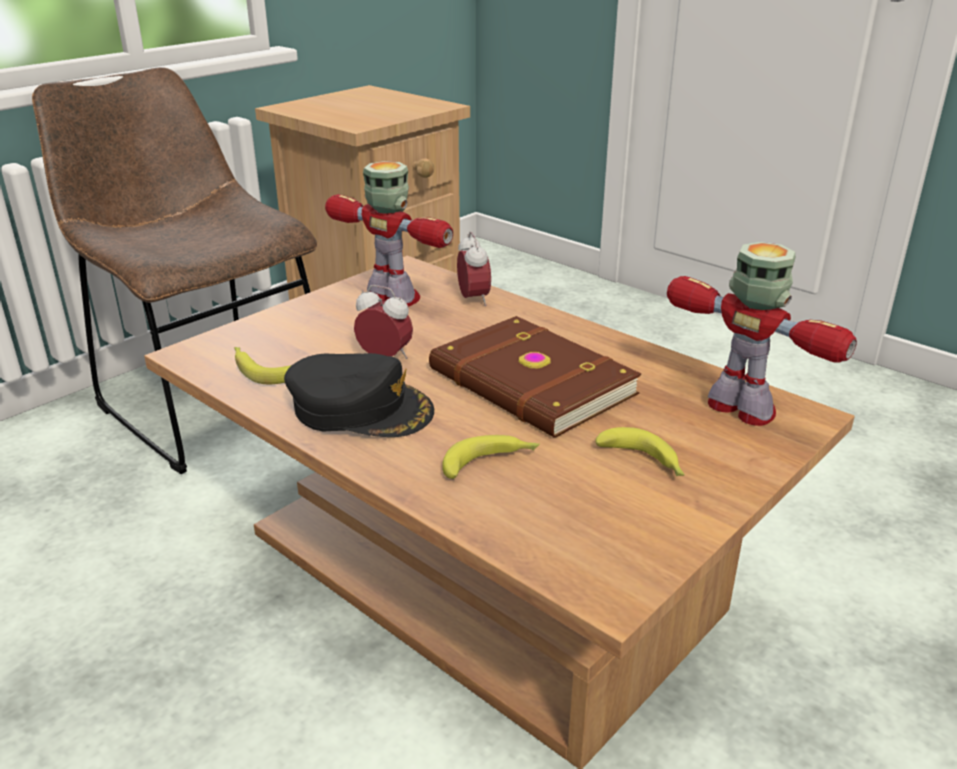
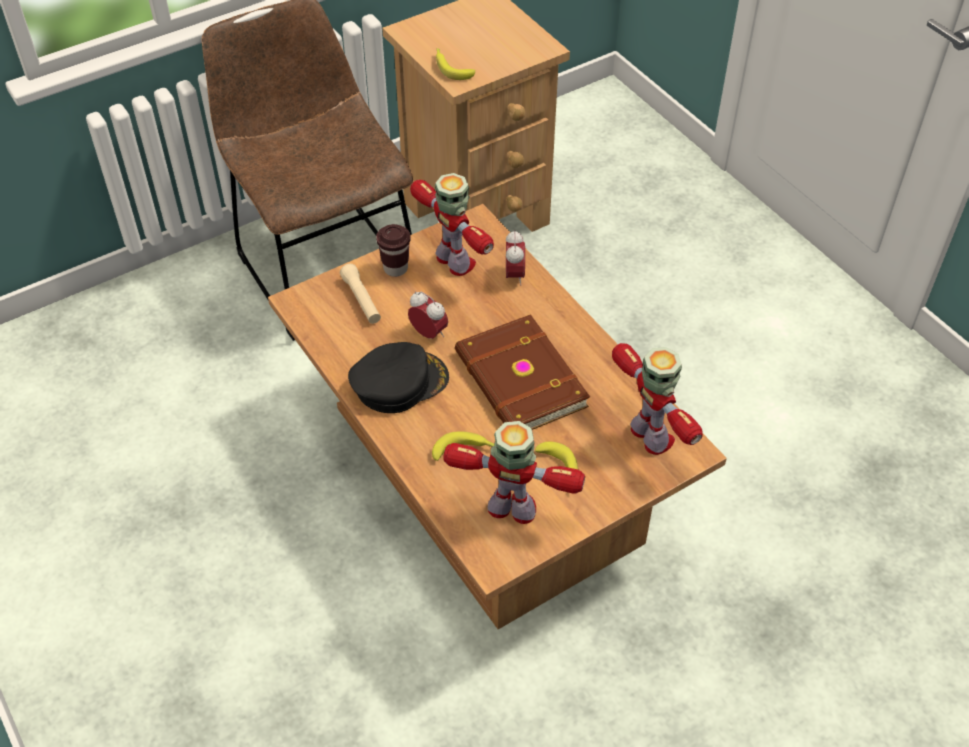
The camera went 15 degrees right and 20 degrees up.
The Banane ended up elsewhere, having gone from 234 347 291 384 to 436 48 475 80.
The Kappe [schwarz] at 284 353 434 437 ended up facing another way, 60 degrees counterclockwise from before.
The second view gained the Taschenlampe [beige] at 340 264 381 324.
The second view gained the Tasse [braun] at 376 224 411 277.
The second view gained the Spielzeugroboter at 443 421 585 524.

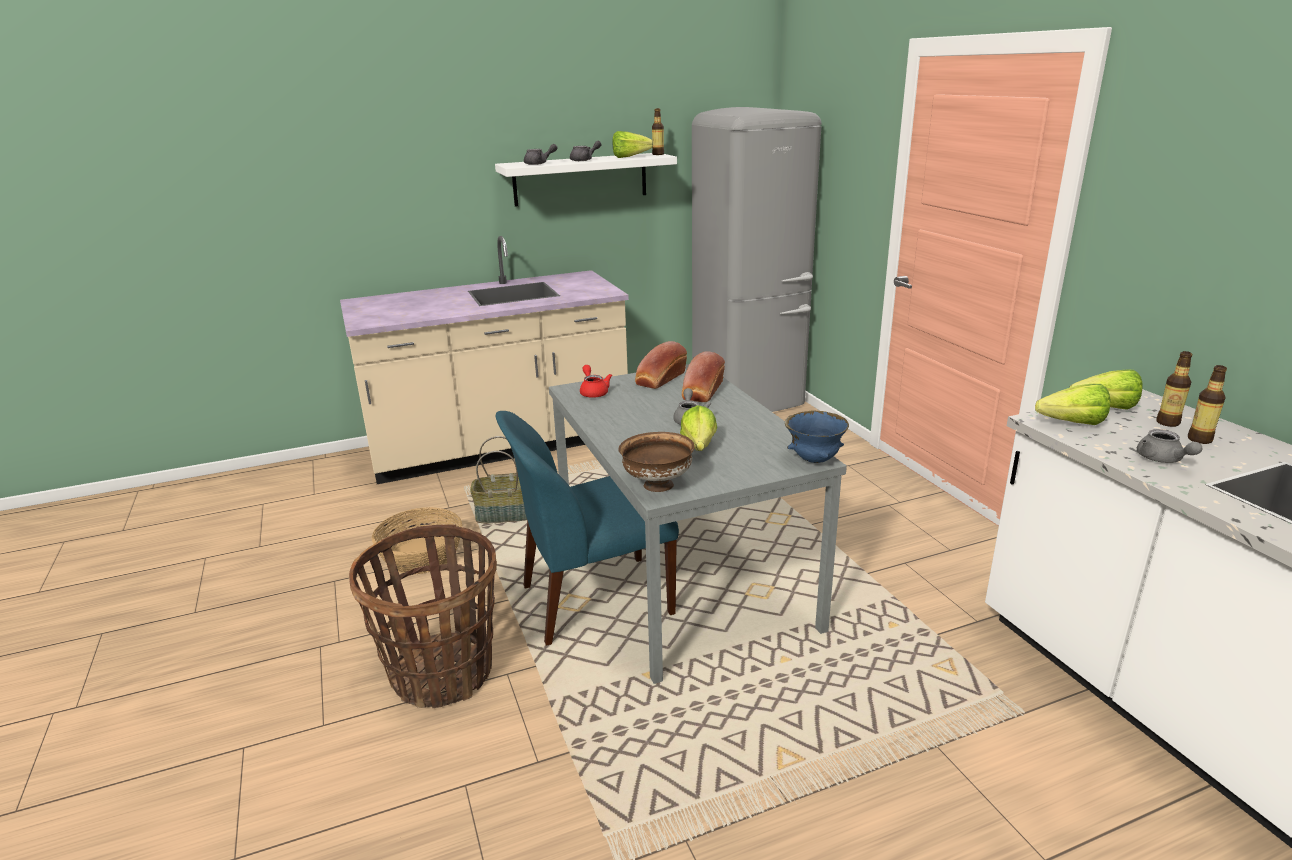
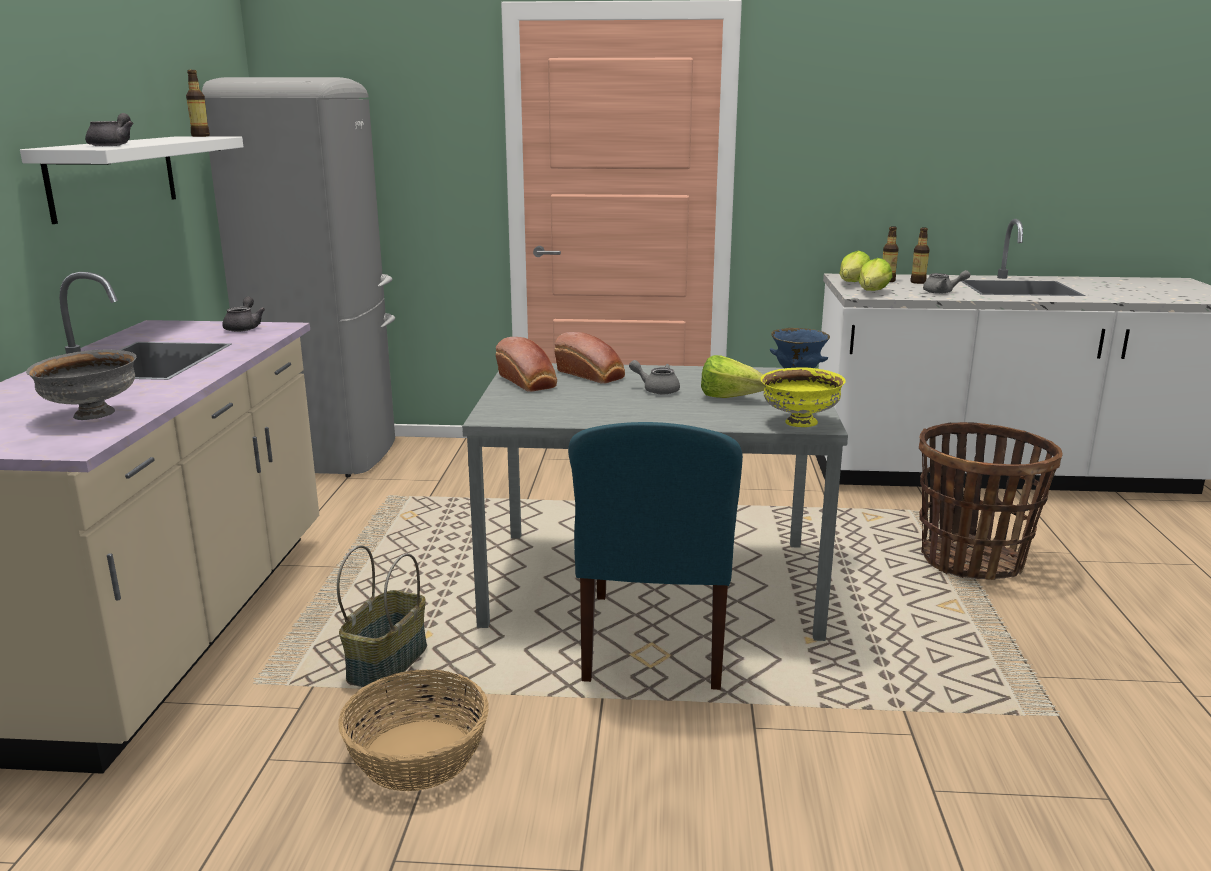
The camera went 65 degrees left and 5 degrees down.
The Korb ended up elsewhere, having gone from 349 524 497 708 to 919 422 1063 580.
The Teekanne [grau] ended up elsewhere, having gone from 570 141 602 161 to 222 297 265 332.
The second view lost the Teekanne [rot] at 580 365 612 398.
The second view lost the Salatkopf at 613 131 653 158.
What was the Schüssel [braun] at 618 432 694 492 turned into the Schüssel [gelb] at 761 368 846 427.
The second view gained the Schüssel [grau] at 26 350 137 420.

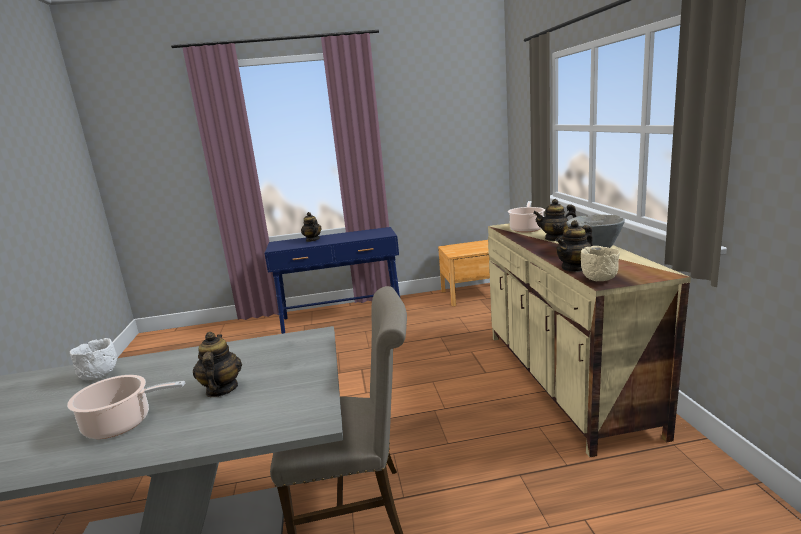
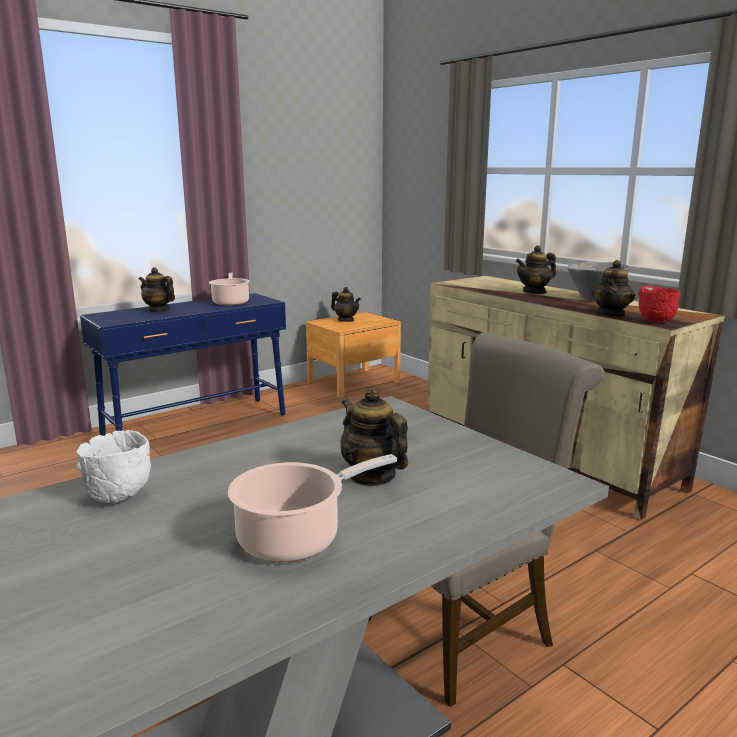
The camera went 30 degrees left and 0 degrees up.
The Kochtopf ended up elsewhere, having gone from 508 201 545 232 to 209 273 250 306.
What was the Schüssel [beige] at 581 246 620 281 turned into the Schüssel [rot] at 638 286 681 322.
The second view gained the Teekanne at 331 287 361 322.

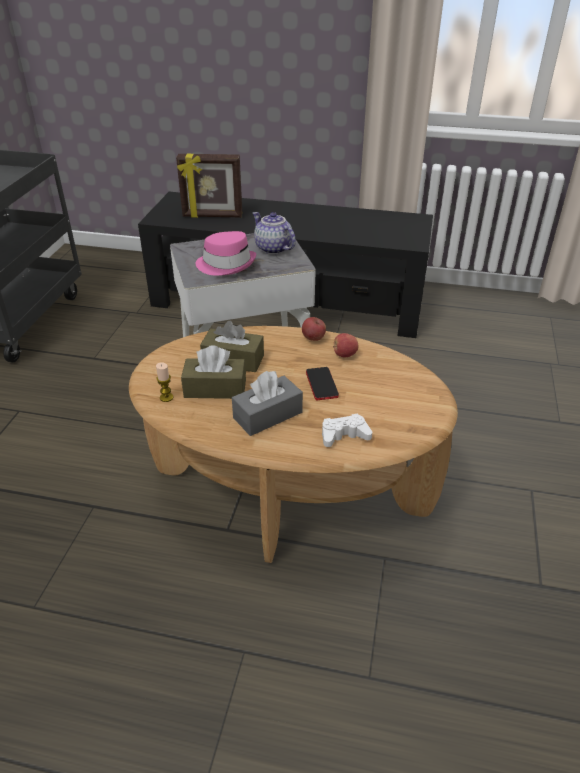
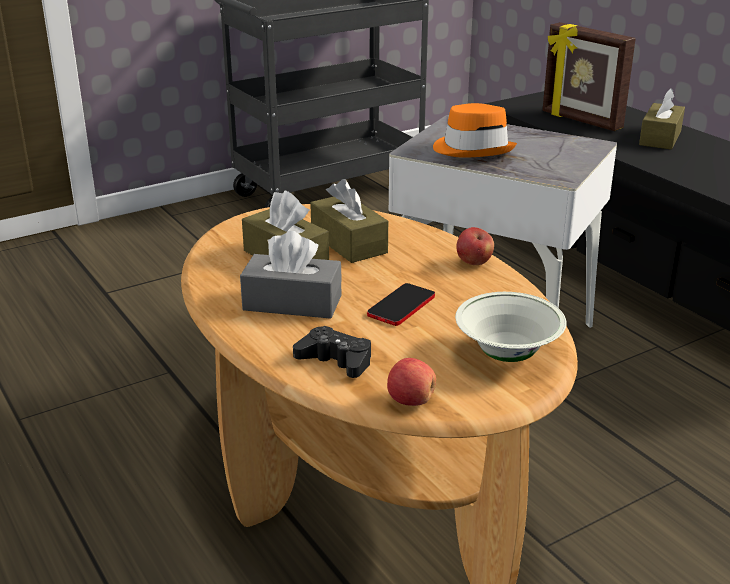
The camera went 45 degrees right and 10 degrees down.
The second view lost the Kerze at 156 362 173 402.
What was the Hut [rosa] at 195 231 256 276 turned into the Hut [orange] at 433 103 517 157.
The second view lost the Teekanne at 253 212 296 254.
What was the Gamepad [weiß] at 322 414 372 447 turned into the Gamepad [schwarz] at 293 326 371 378.
The Apfel ended up elsewhere, having gone from 333 333 359 357 to 387 358 436 406.
The second view gained the Schüssel [weiß] at 455 292 567 362.
The second view gained the Taschentuchbox [braun] at 639 88 685 150.

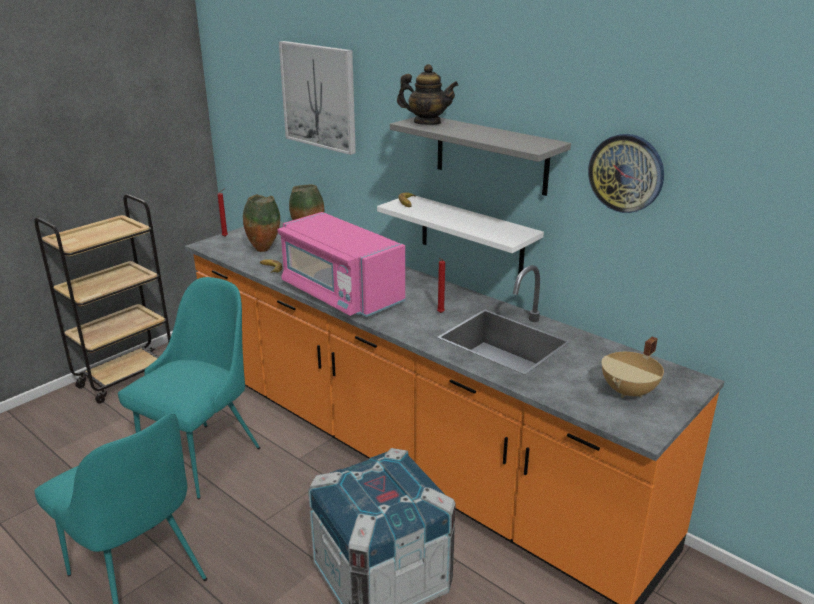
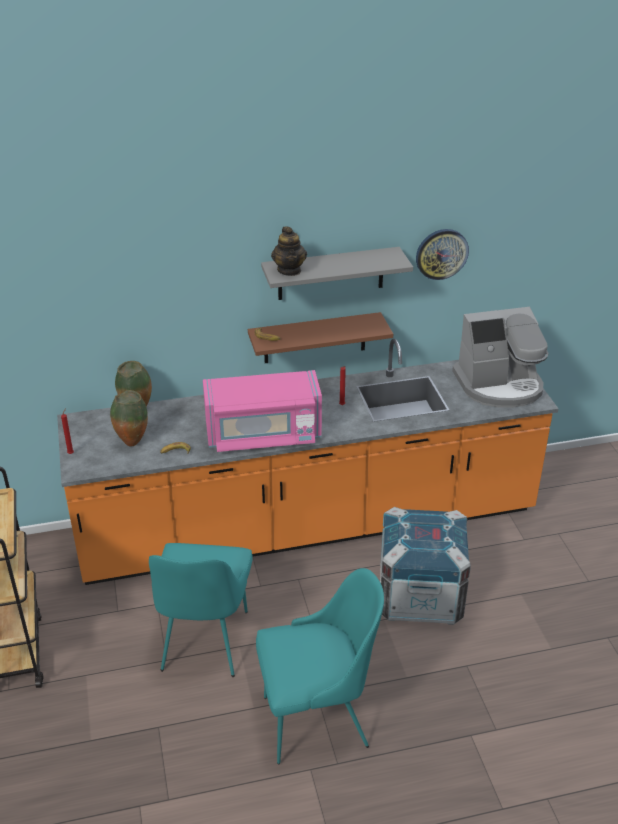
The camera went 55 degrees left and 10 degrees up.
The Stuhl [türkis] at 118 277 260 499 ended up facing another way, 150 degrees counterclockwise from before.
The second view lost the Bild at 279 41 356 155.
What was the Wandregal [weiß] at 377 196 544 275 turned into the Wandregal [braun] at 248 312 393 363.
The Teekanne at 397 64 458 125 ended up facing another way, 120 degrees clockwise from before.
Where the Kochtopf [beige] stood at 601 337 664 398, the Kaffeemaschine came to stand at 452 307 549 408.

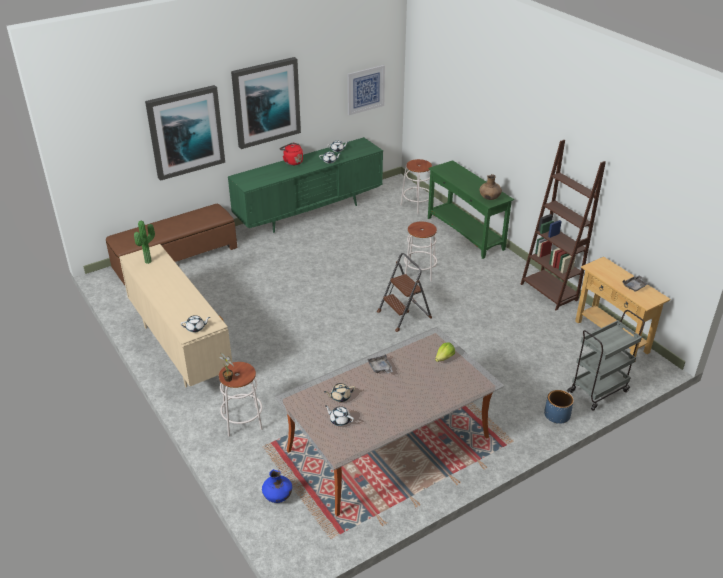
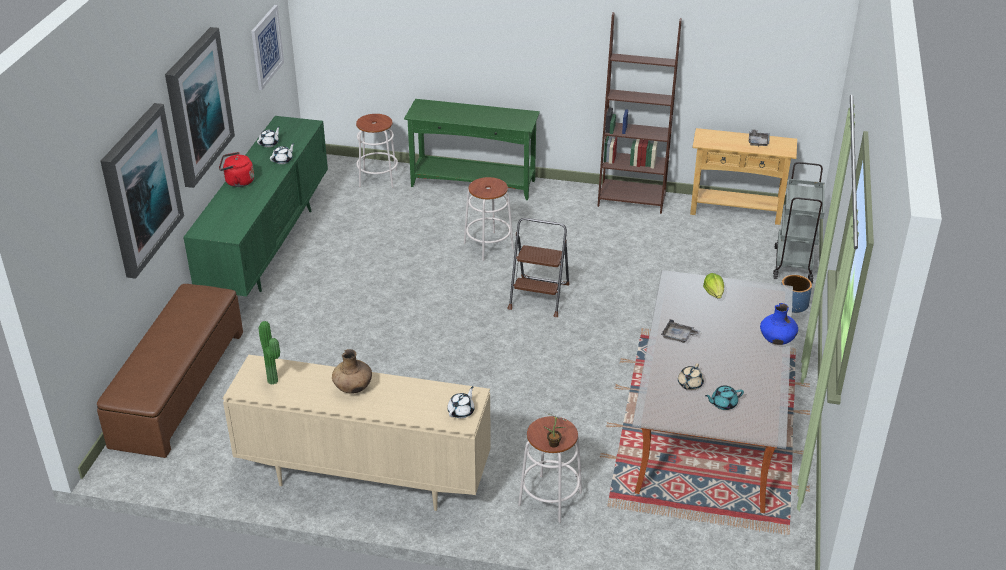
The camera went 45 degrees left and 0 degrees up.
The Vase [blau] ended up elsewhere, having gone from 262 469 292 503 to 760 303 798 345.
What was the Teekanne [weiß] at 325 405 354 426 turned into the Teekanne [türkis] at 705 386 744 410.
The Vase [braun] ended up elsewhere, having gone from 479 174 502 200 to 332 349 372 394.

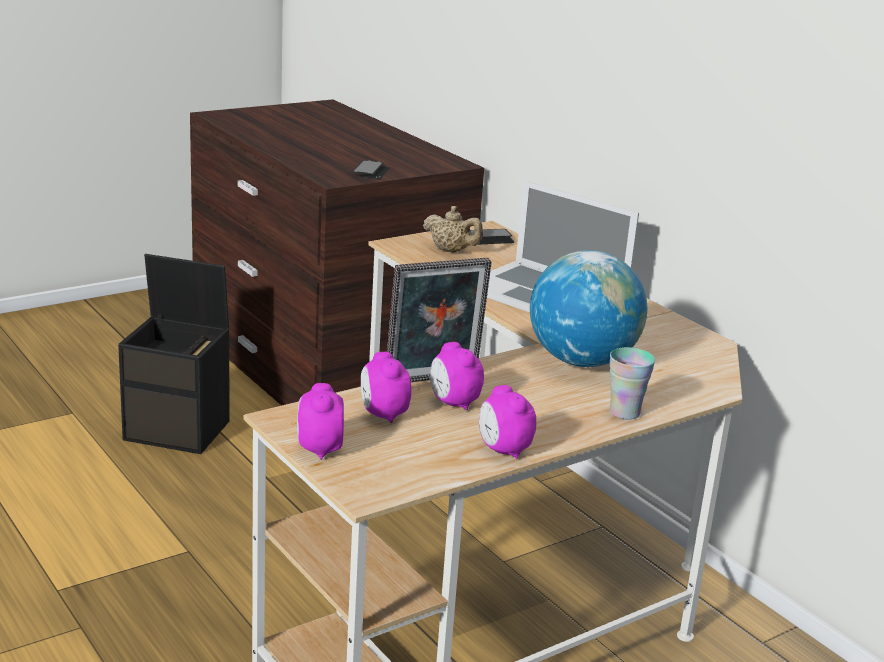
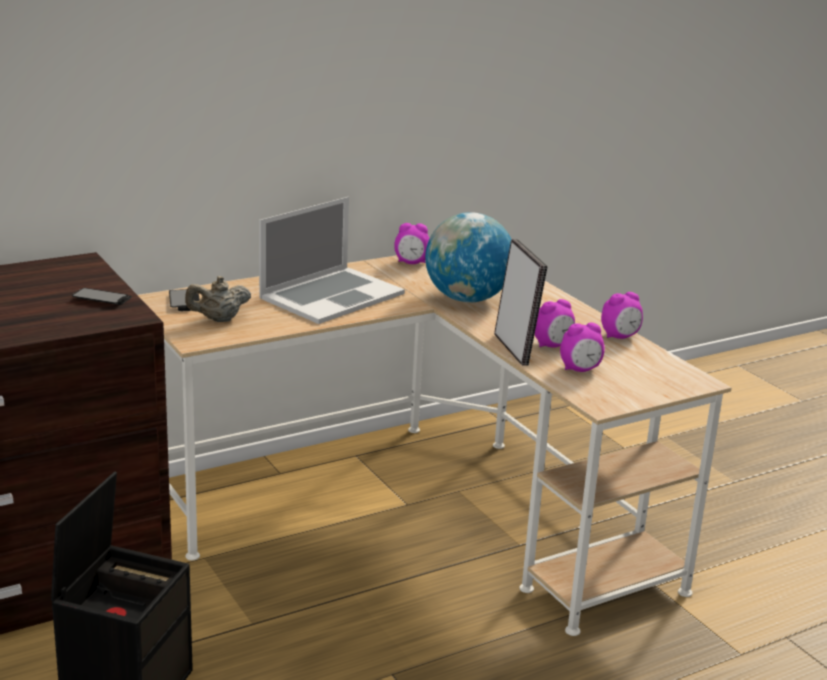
The camera went 85 degrees left and 0 degrees up.
The Wecker ended up elsewhere, having gone from 297 383 344 460 to 394 223 430 264.
The Teekanne [beige] at 423 206 483 253 ended up facing another way, 150 degrees counterclockwise from before.
The second view lost the Tasse at 610 347 655 420.

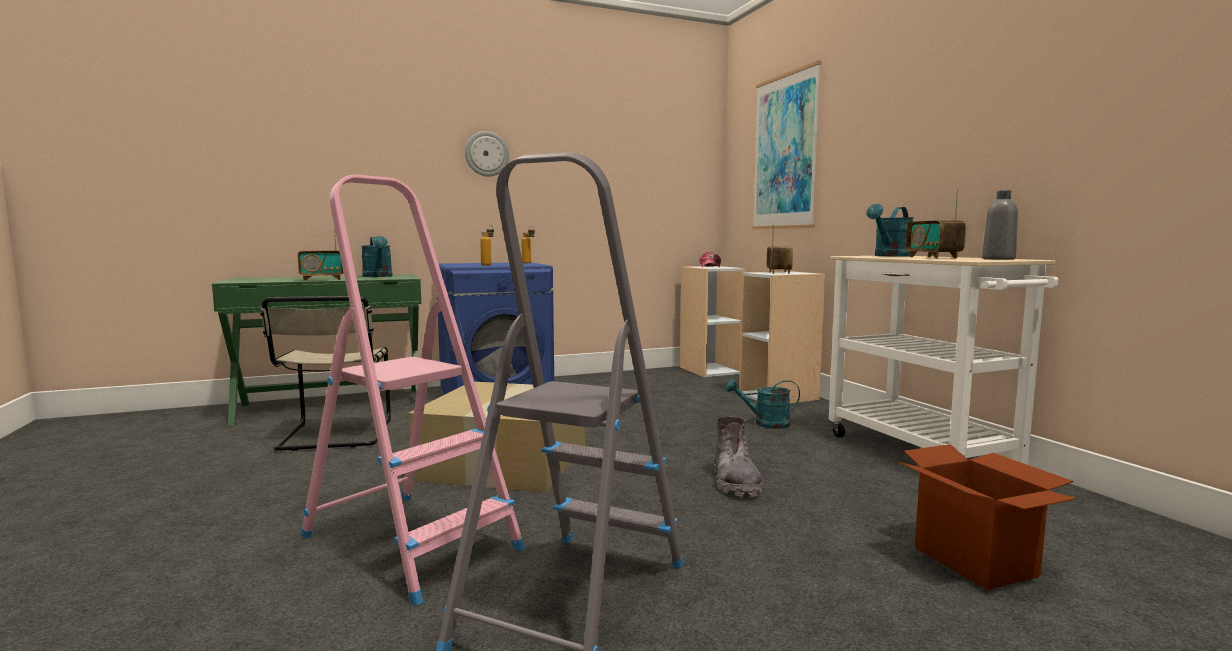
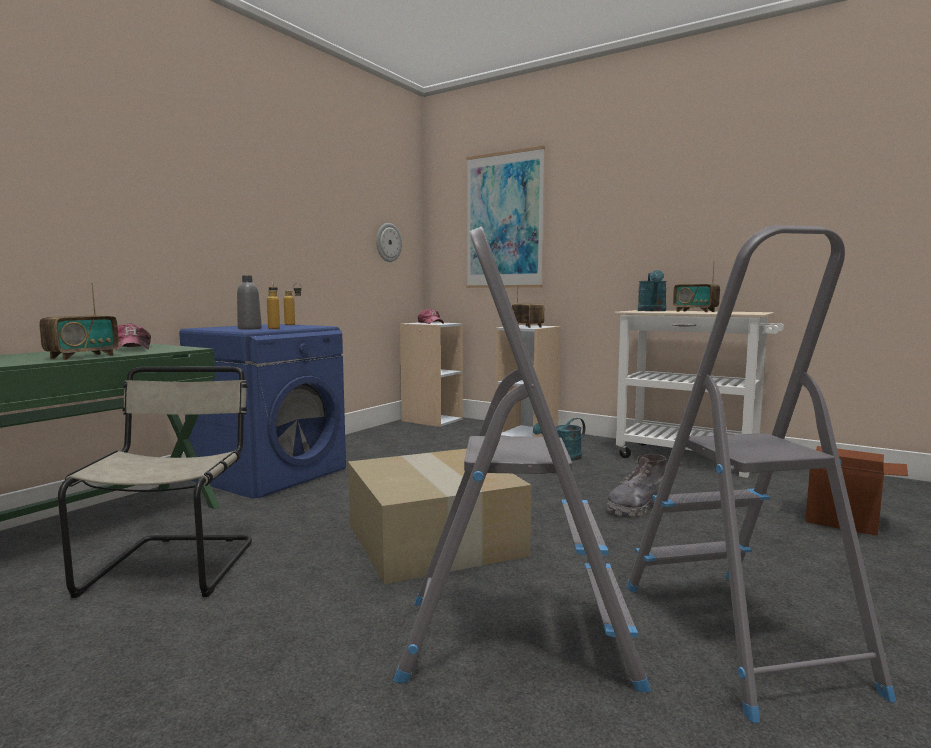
The camera went 35 degrees left and 0 degrees up.
The Stuhl [beige] at 260 296 391 451 ended up facing another way, 135 degrees counterclockwise from before.
What was the Trittleiter [rosa] at 301 175 526 606 turned into the Trittleiter [grau] at 393 227 651 692.
Where the Gießkanne [türkis] stood at 362 236 393 277, the Kappe came to stand at 115 323 151 351.
The Wanduhr ended up elsewhere, having gone from 465 131 509 177 to 376 223 402 262.
The Stiefel [grau] at 714 416 762 497 ended up facing another way, 90 degrees clockwise from before.
The Flasche [grau] ended up elsewhere, having gone from 982 190 1018 260 to 237 275 262 330.

